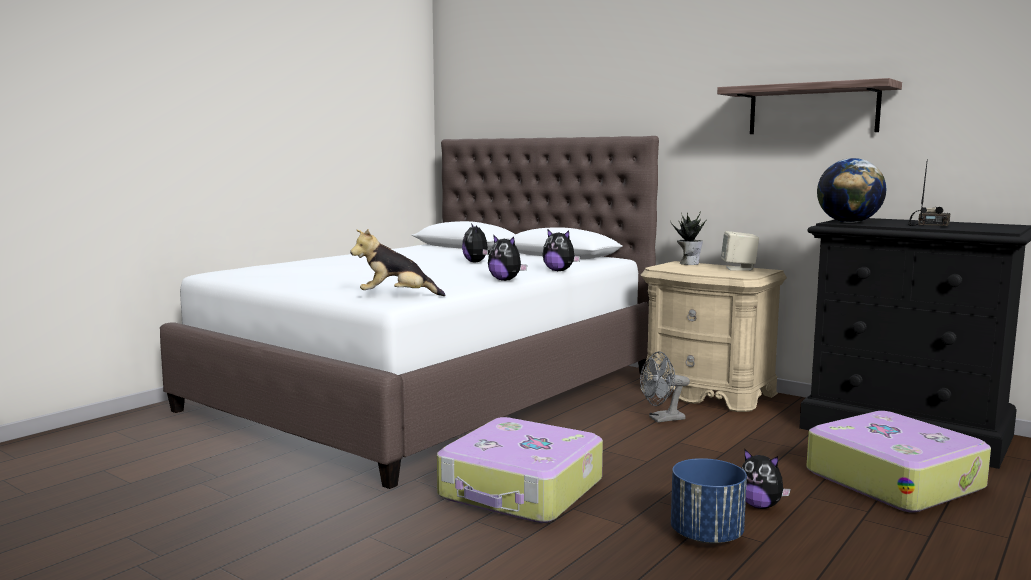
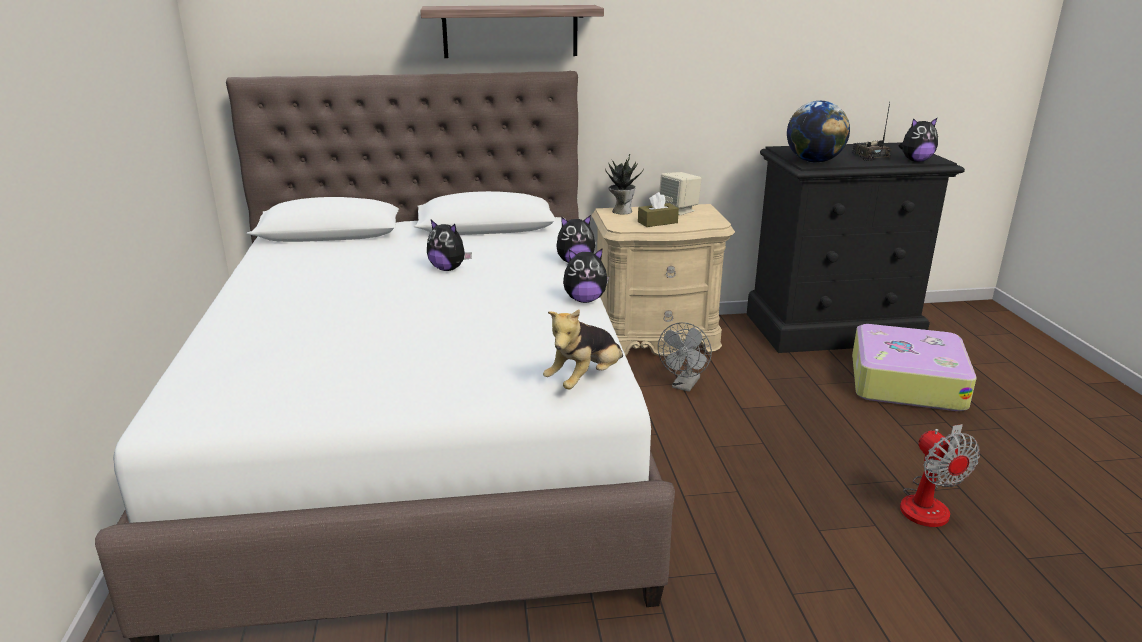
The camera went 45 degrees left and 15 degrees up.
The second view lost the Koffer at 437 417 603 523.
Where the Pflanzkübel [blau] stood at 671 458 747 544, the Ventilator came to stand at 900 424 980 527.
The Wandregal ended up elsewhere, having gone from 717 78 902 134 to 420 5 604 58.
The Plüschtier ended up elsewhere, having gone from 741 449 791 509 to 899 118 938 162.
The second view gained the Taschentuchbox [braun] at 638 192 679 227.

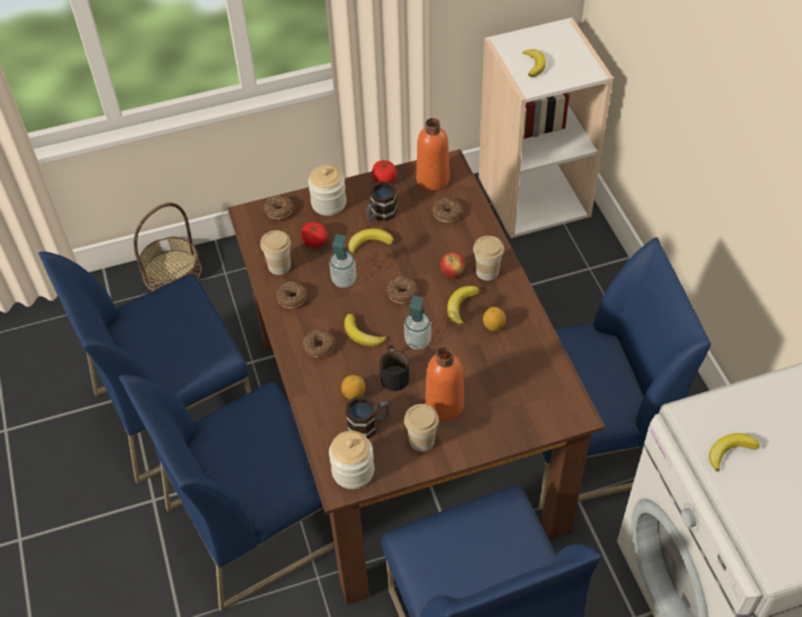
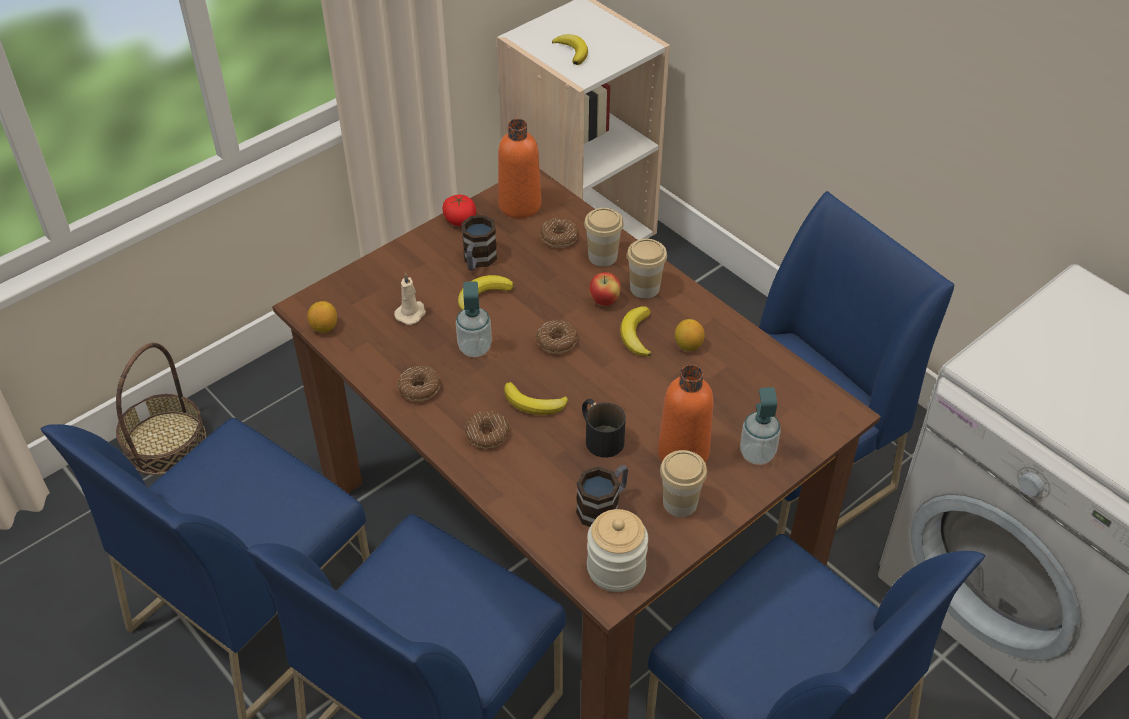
The camera went 25 degrees left and 5 degrees down.
The Tasse ended up elsewhere, having gone from 260 230 291 275 to 584 208 624 267.
The second view lost the Donut at 264 196 293 220.
Where the Tomate stood at 301 222 328 247, the Kerze [beige] came to stand at 394 273 426 325.
The second view lost the Vorratsglas at 308 165 346 216.
The Zitrone ended up elsewhere, having gone from 341 375 365 400 to 307 301 337 333.
The Seifenspender ended up elsewhere, having gone from 404 296 431 350 to 740 387 780 465.
The second view lost the Banane at 709 433 760 472.

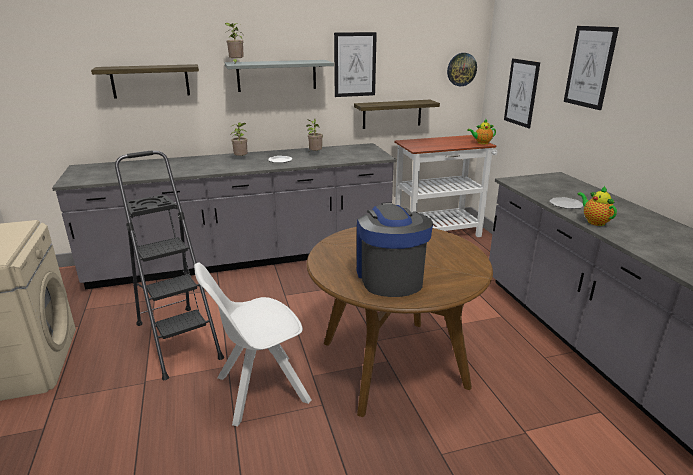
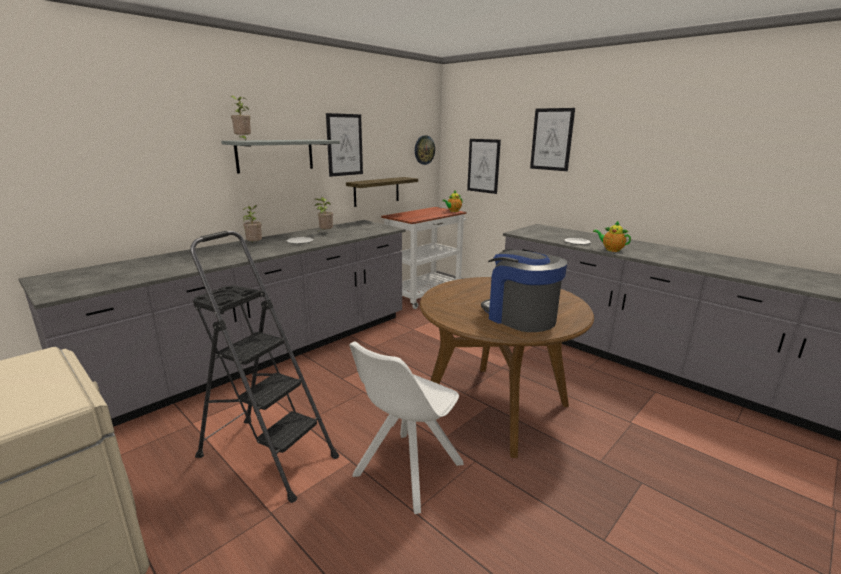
The camera went 30 degrees left and 5 degrees down.
The second view lost the Wandregal at 91 64 199 98.

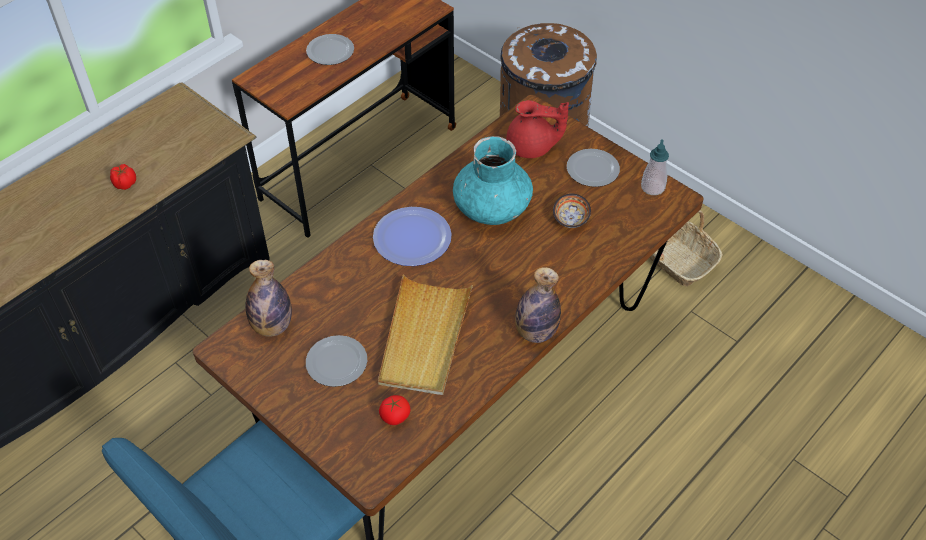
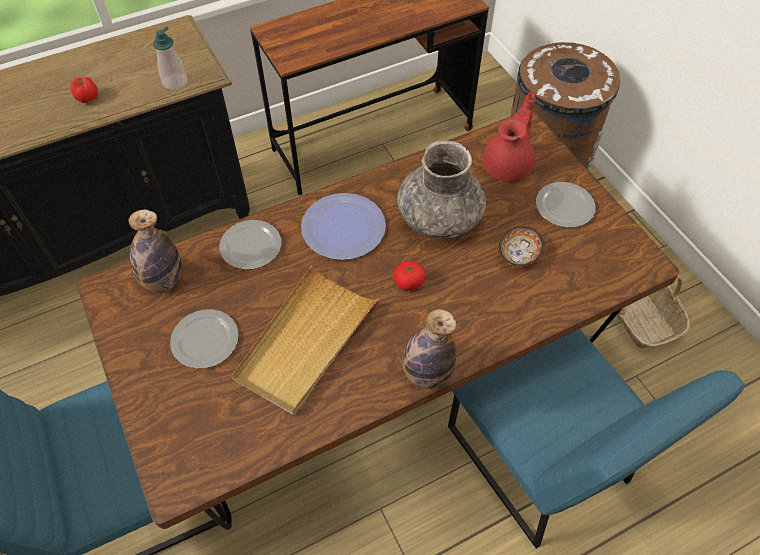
The camera went 20 degrees right and 5 degrees up.
The Teller ended up elsewhere, having gone from 306 34 354 65 to 219 220 281 270.
The Tomate ended up elsewhere, having gone from 379 395 410 425 to 394 261 425 290.
What was the Vase [türkis] at 453 136 533 225 turned into the Vase [grau] at 397 140 486 239.
The Teekanne [rot] at 506 100 569 158 ended up facing another way, 90 degrees counterclockwise from before.
The Seifenspender ended up elsewhere, having gone from 641 140 669 195 to 153 26 187 90.
The second view gained the Stuhl [blau] at 448 329 745 549.

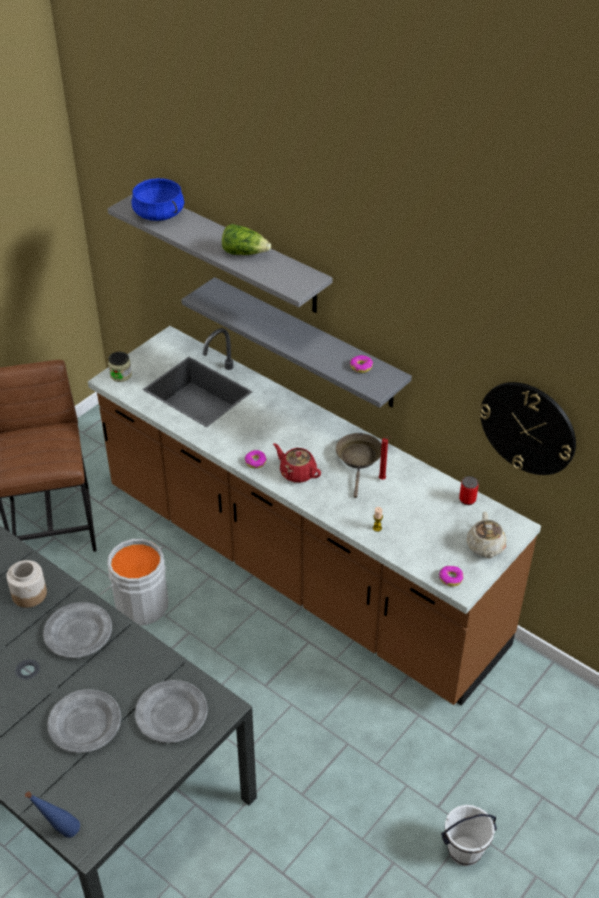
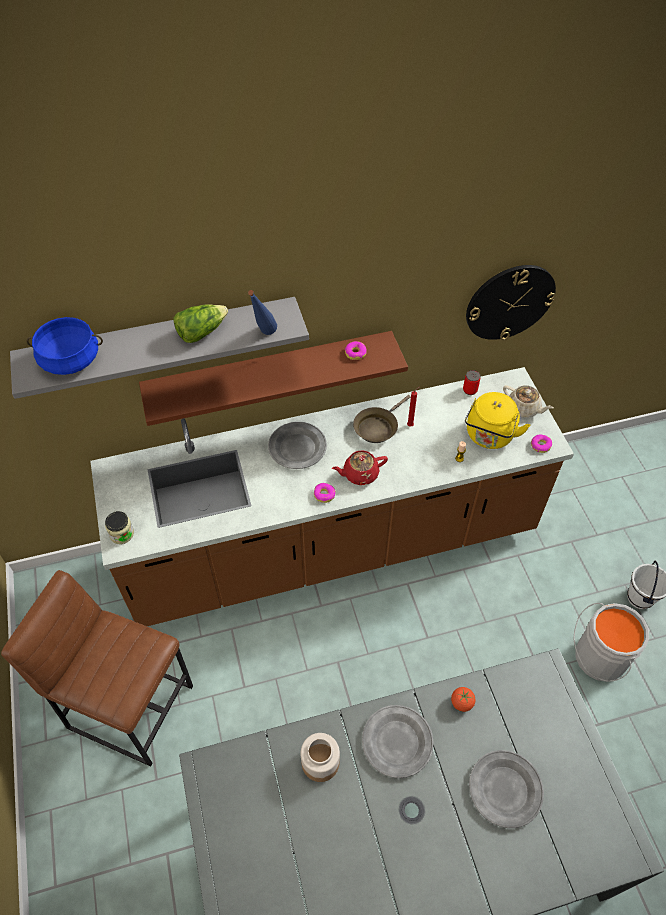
The camera went 55 degrees left and 10 degrees up.
The Flasche [blau] ended up elsewhere, having gone from 25 791 80 838 to 248 290 277 335.
The Eimer [grau] ended up elsewhere, having gone from 99 539 168 625 to 573 603 649 682.
The Teller [grau] ended up elsewhere, having gone from 135 680 208 743 to 268 422 327 469.
What was the Wandregal [grau] at 181 277 412 408 turned into the Wandregal [braun] at 139 331 408 426.
The Pfanne [braun] at 336 433 382 498 ended up facing another way, 90 degrees counterclockwise from before.
The second view gained the Tomate at 451 687 475 712.
The second view gained the Wasserkessel [gelb] at 465 392 530 449.

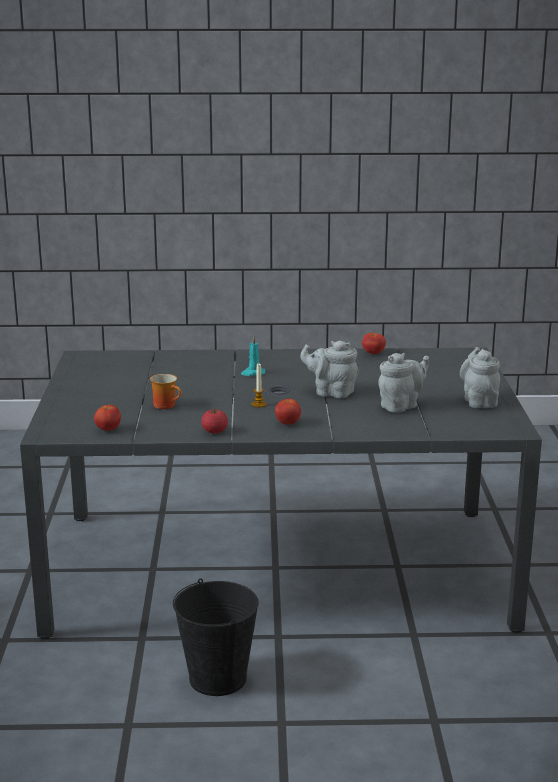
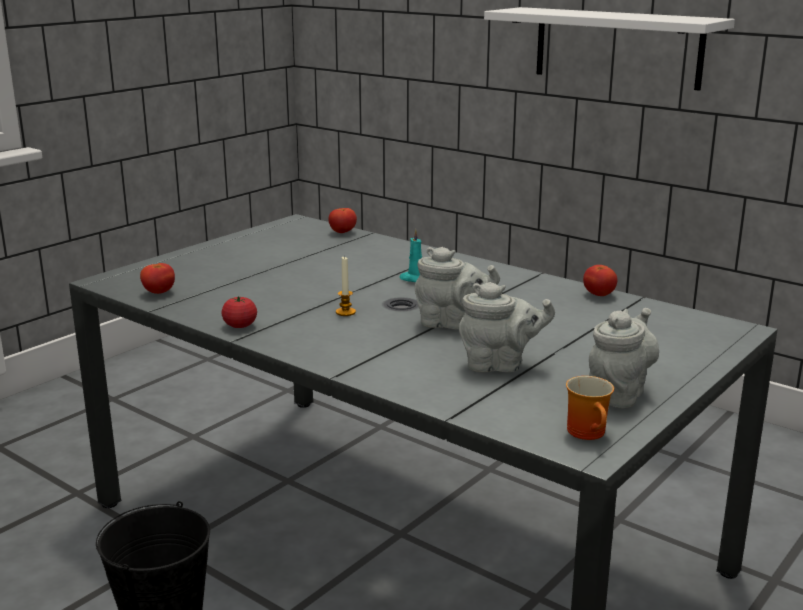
The camera went 40 degrees right and 0 degrees up.
The Henkelbecher ended up elsewhere, having gone from 150 374 182 409 to 566 376 614 440.
The Tomate ended up elsewhere, having gone from 275 399 301 425 to 328 208 357 233.
The Teekanne [grau] at 300 341 359 398 ended up facing another way, 135 degrees clockwise from before.
The second view gained the Wandregal [weiß] at 484 7 735 91.

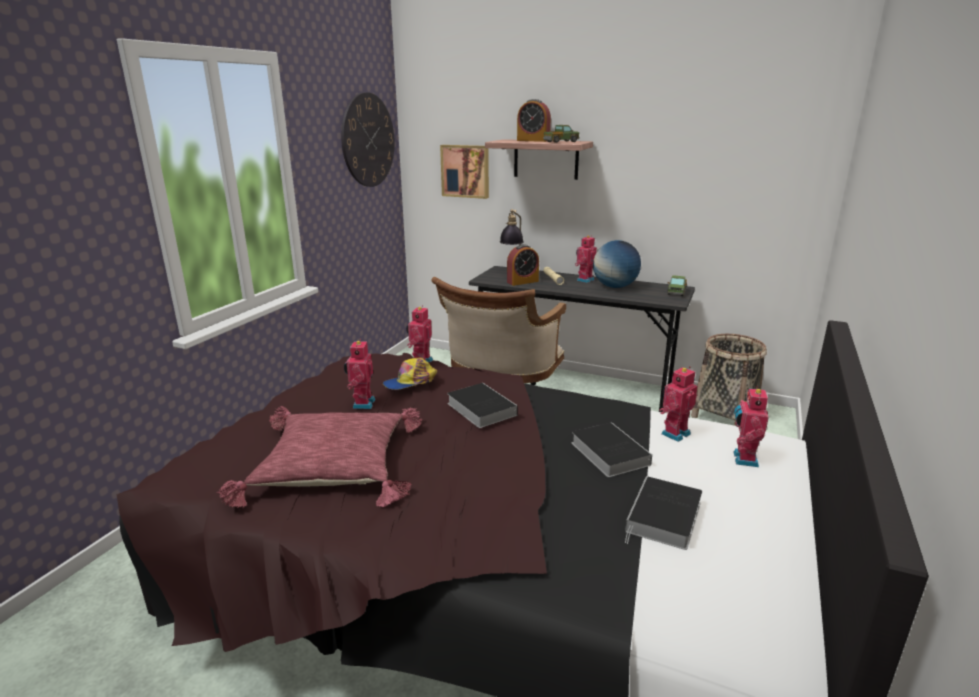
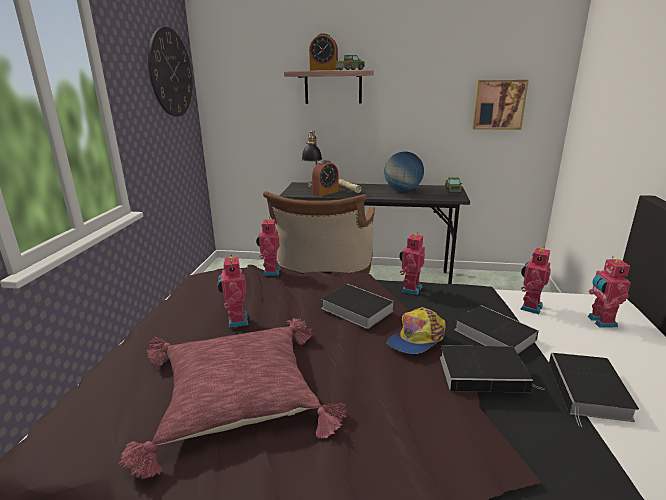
The camera went 15 degrees left and 0 degrees up.
The Kappe ended up elsewhere, having gone from 383 357 437 390 to 386 307 446 354.
The Bild ended up elsewhere, having gone from 440 145 489 199 to 472 80 529 130.
The Spielzeugroboter ended up elsewhere, having gone from 575 235 597 283 to 399 232 425 295.
The second view lost the Korb at 691 334 767 426.
The second view gained the Buch at 440 346 545 393.

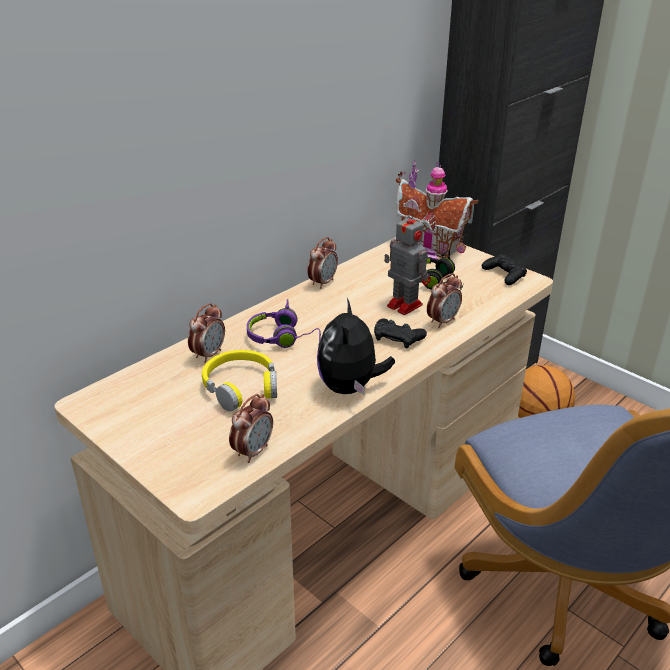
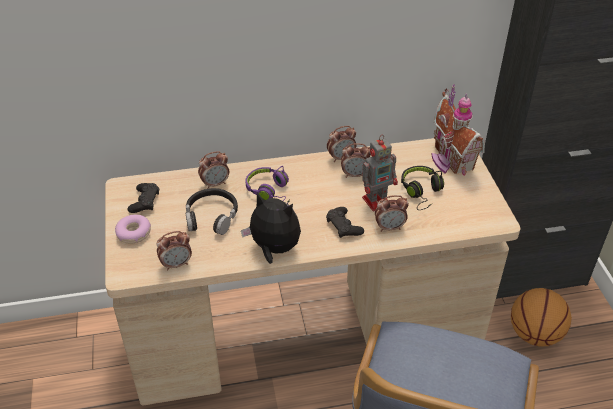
The camera went 35 degrees right and 10 degrees up.
What was the Kopfhörer [gelb] at 202 350 277 412 turned into the Kopfhörer [schwarz] at 185 188 238 235.
The Plüschtier at 317 298 395 396 ended up facing another way, 75 degrees clockwise from before.
The Spielzeugroboter at 384 210 431 315 ended up facing another way, 75 degrees clockwise from before.
The Gamepad [schwarz] ended up elsewhere, having gone from 482 254 527 285 to 127 183 159 213.
The second view gained the Donut at 115 214 151 244.
The second view gained the Wecker at 341 143 371 178.

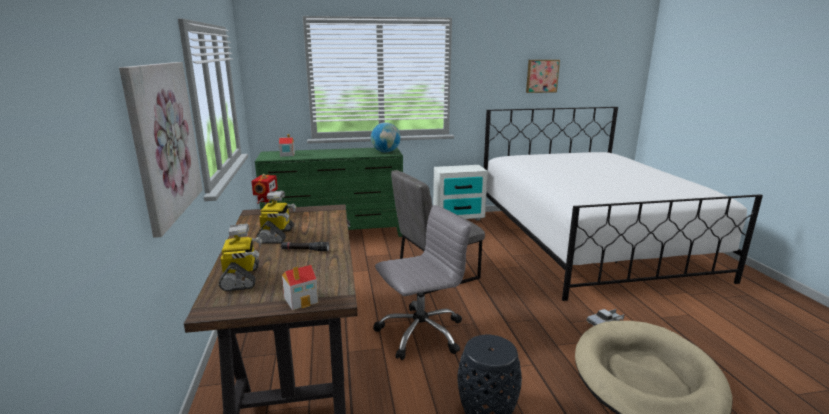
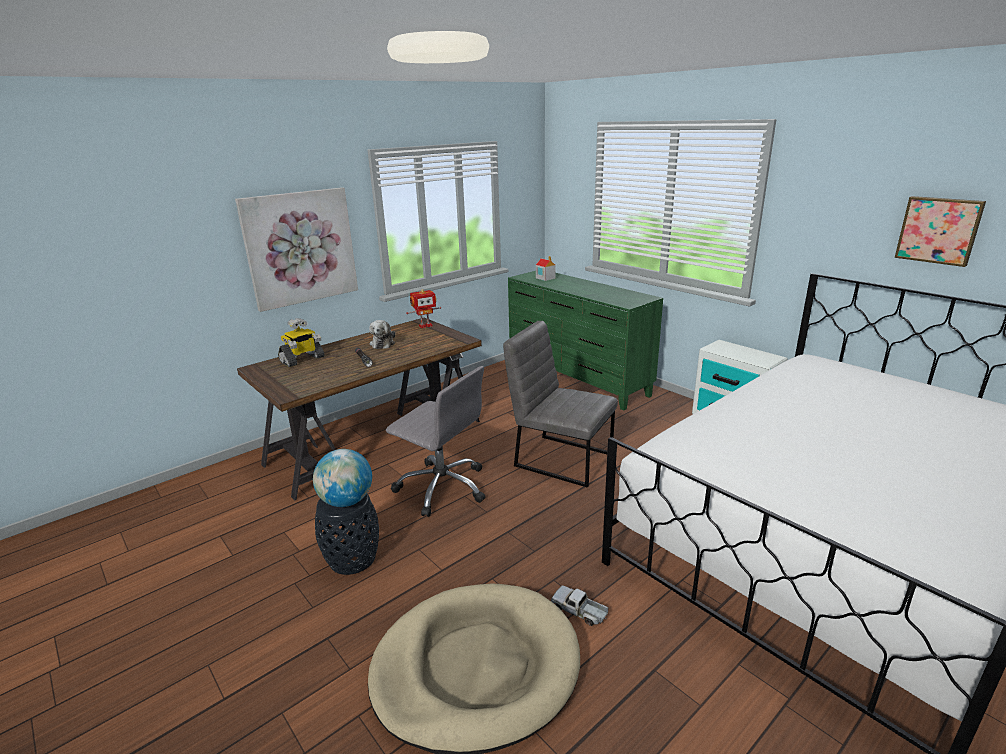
The camera went 60 degrees right and 5 degrees up.
Where the Spielzeugroboter stood at 256 191 296 244, the Plüschtier came to stand at 369 320 395 349.
The second view lost the Spielzeughaus at 282 265 318 310.
The Globus ended up elsewhere, having gone from 371 122 400 153 to 313 449 372 507.

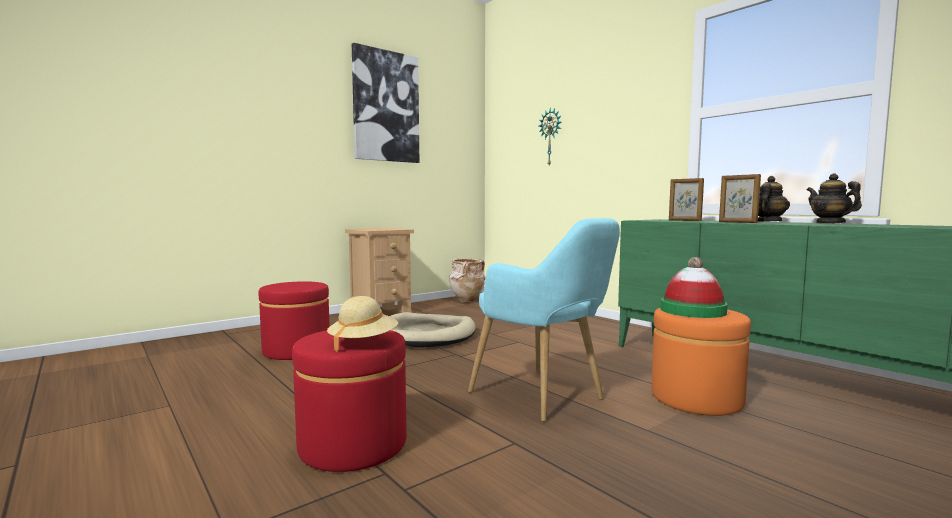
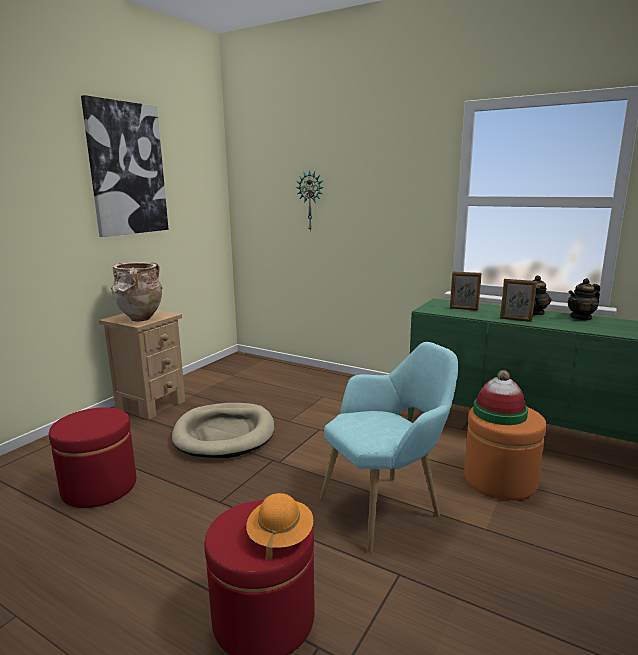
The camera went 20 degrees left and 10 degrees up.
What was the Hut [beige] at 327 296 398 352 turned into the Hut [orange] at 246 493 313 561.
The Vase [beige] ended up elsewhere, having gone from 449 258 486 303 to 111 262 163 322.
The Sessel [türkis] at 468 218 620 422 ended up facing another way, 60 degrees counterclockwise from before.
The Teekanne at 807 173 862 224 ended up facing another way, 75 degrees counterclockwise from before.

